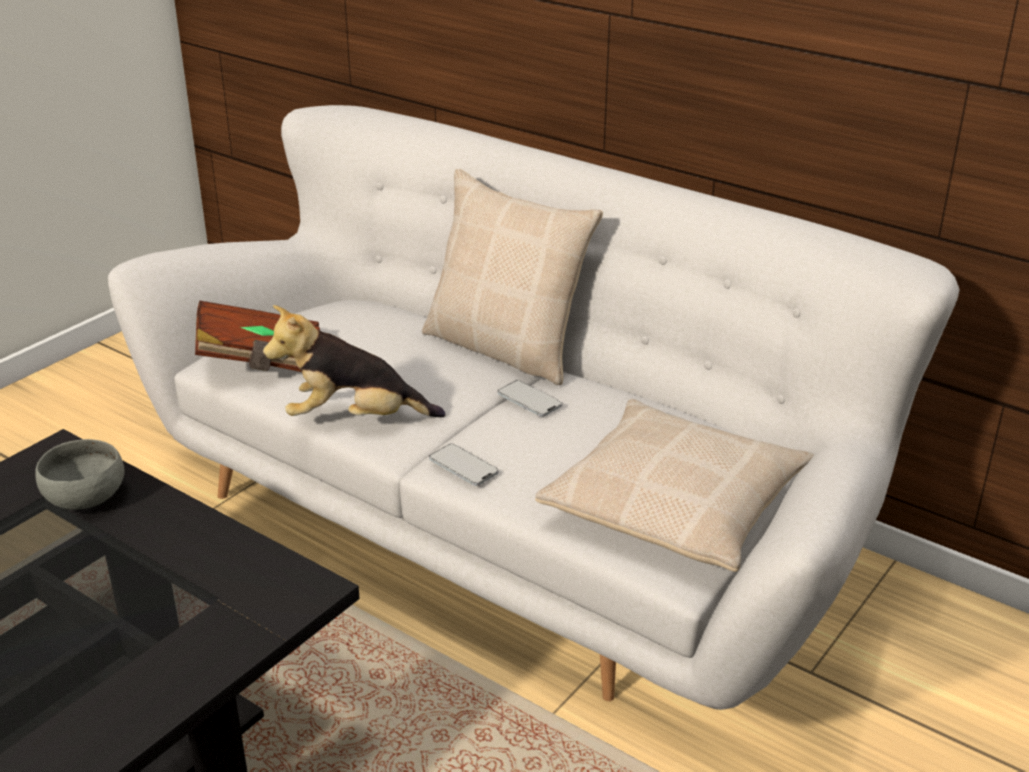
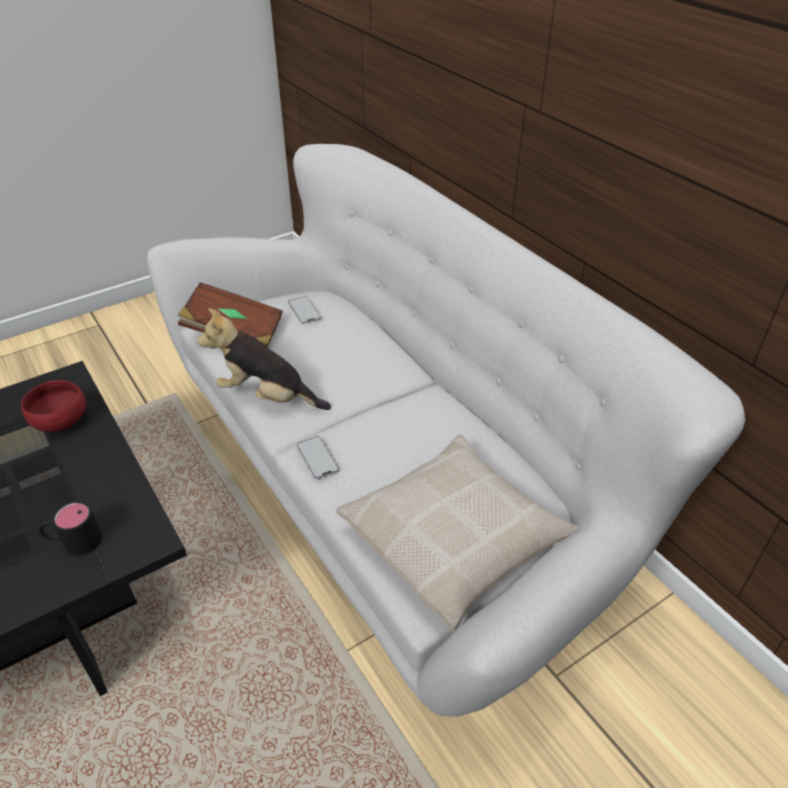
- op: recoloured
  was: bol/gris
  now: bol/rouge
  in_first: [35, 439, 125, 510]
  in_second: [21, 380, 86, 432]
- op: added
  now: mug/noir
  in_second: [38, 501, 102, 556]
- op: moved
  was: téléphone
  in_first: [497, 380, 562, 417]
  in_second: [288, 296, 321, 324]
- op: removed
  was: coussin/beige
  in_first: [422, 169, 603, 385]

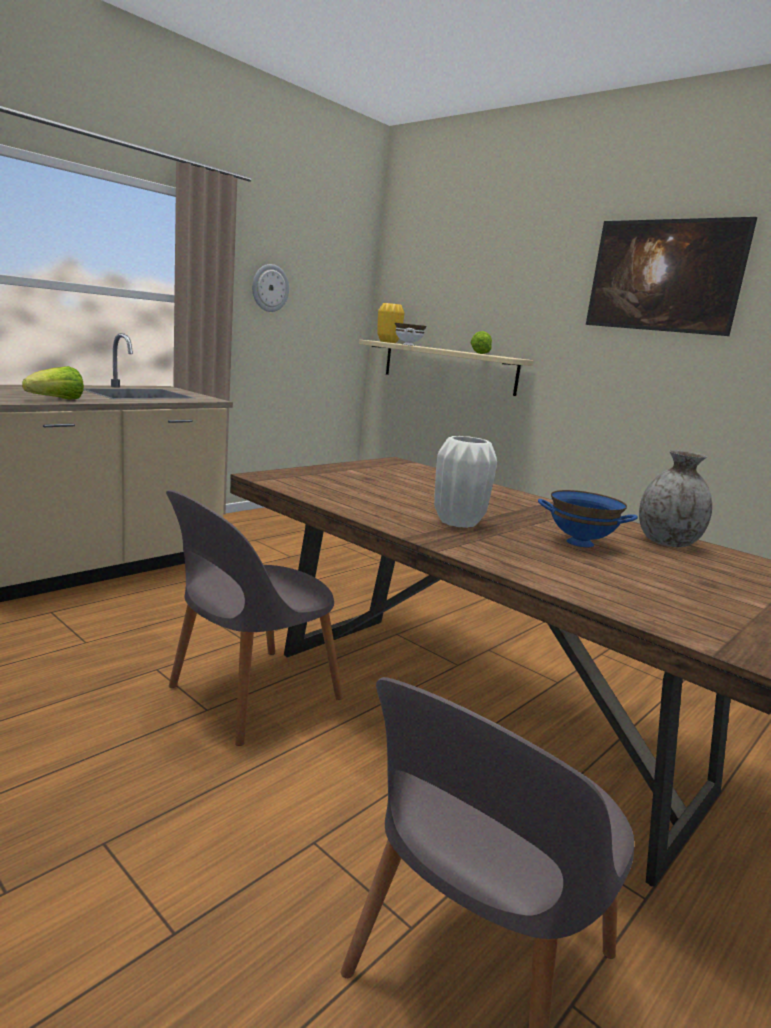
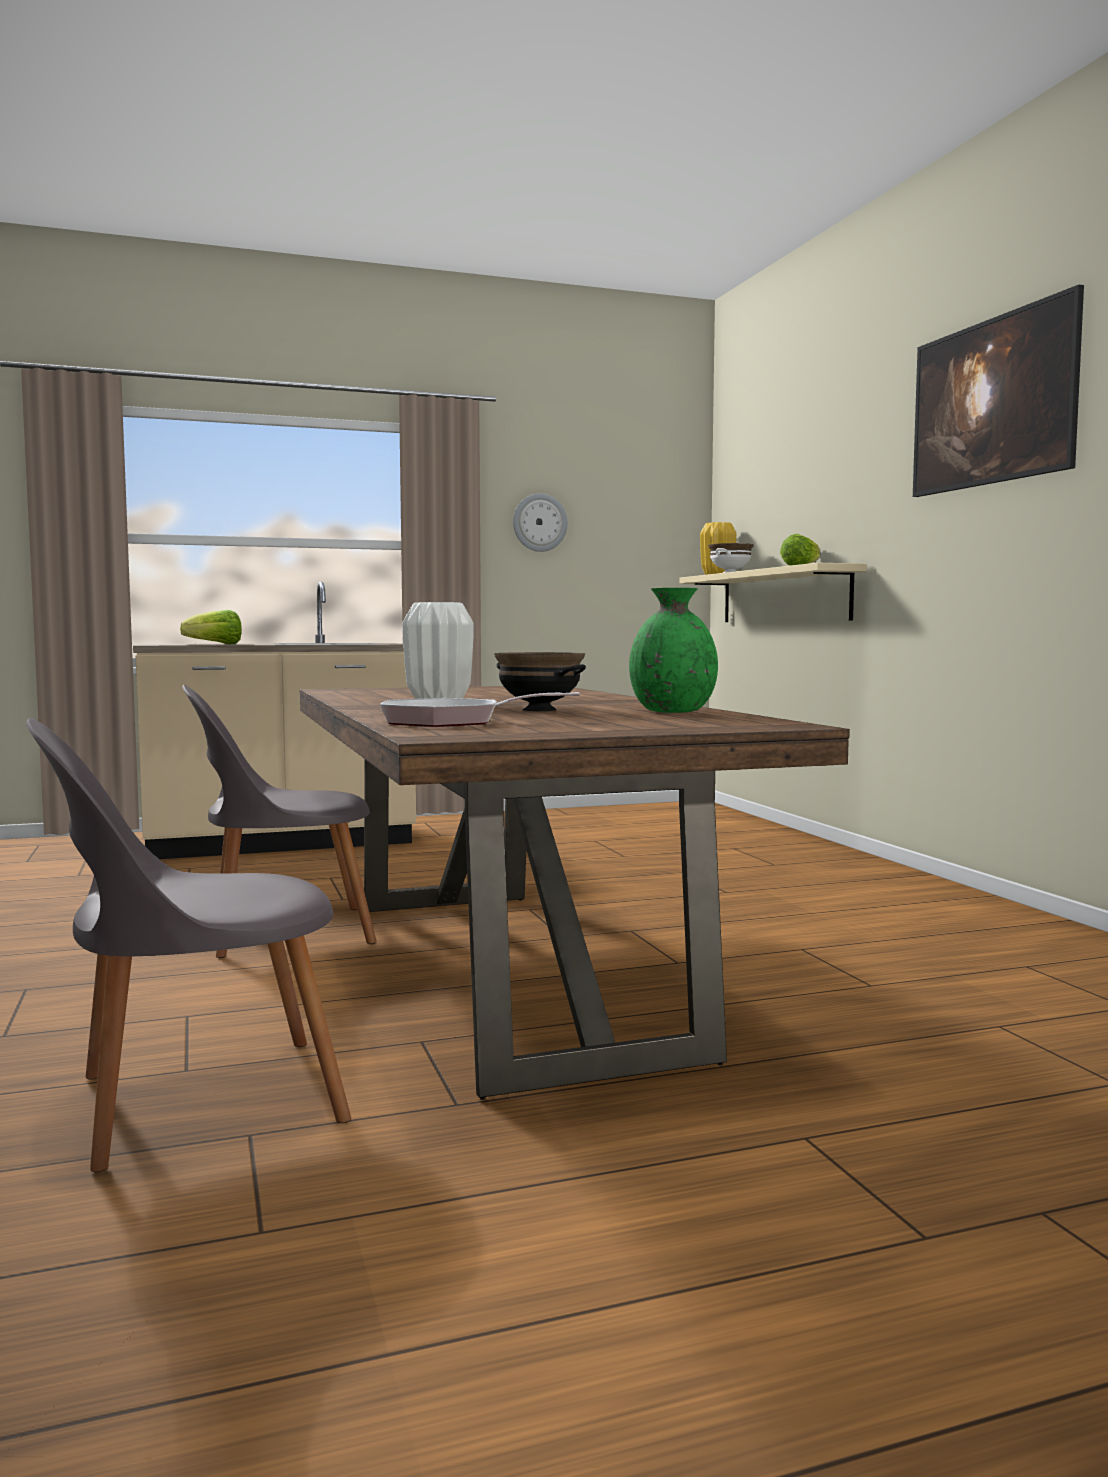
- op: added
  now: poêle
  in_second: [380, 692, 580, 727]
- op: recoloured
  was: bol/bleu
  now: bol/noir
  in_first: [538, 490, 638, 547]
  in_second: [494, 652, 586, 711]
- op: recoloured
  was: vase/gris
  now: vase/vert
  in_first: [639, 450, 712, 547]
  in_second: [629, 588, 718, 713]

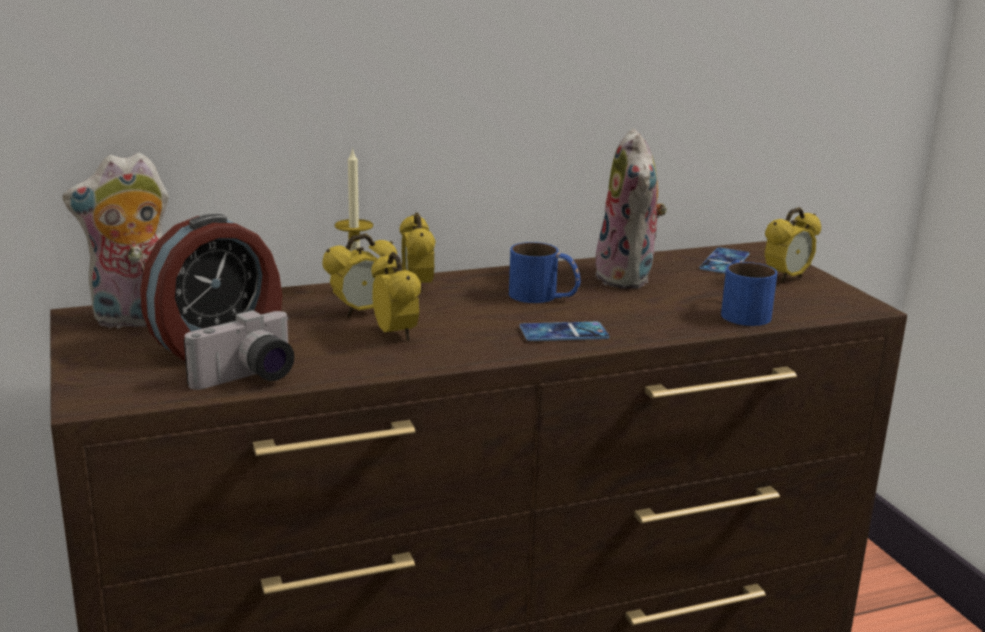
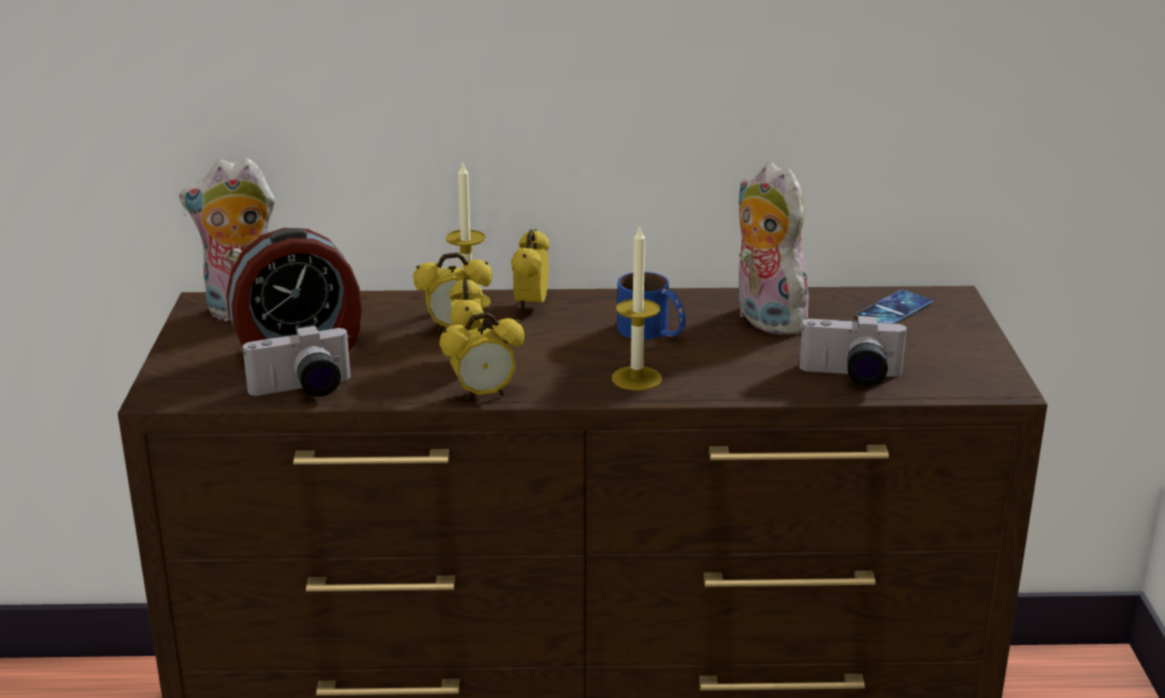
- op: moved
  was: réveil
  in_first: [764, 207, 821, 283]
  in_second: [439, 312, 525, 401]
- op: replaced
  was: téléphone
  now: bougie
  in_first: [520, 322, 609, 341]
  in_second: [612, 225, 662, 391]
- op: turned
  was: peluche
  in_first: [592, 128, 667, 289]
  in_second: [737, 162, 809, 335]
  clockwise: 135
- op: replaced
  was: mug/bleu
  now: appareil photo
  in_first: [721, 260, 777, 326]
  in_second: [799, 314, 908, 386]

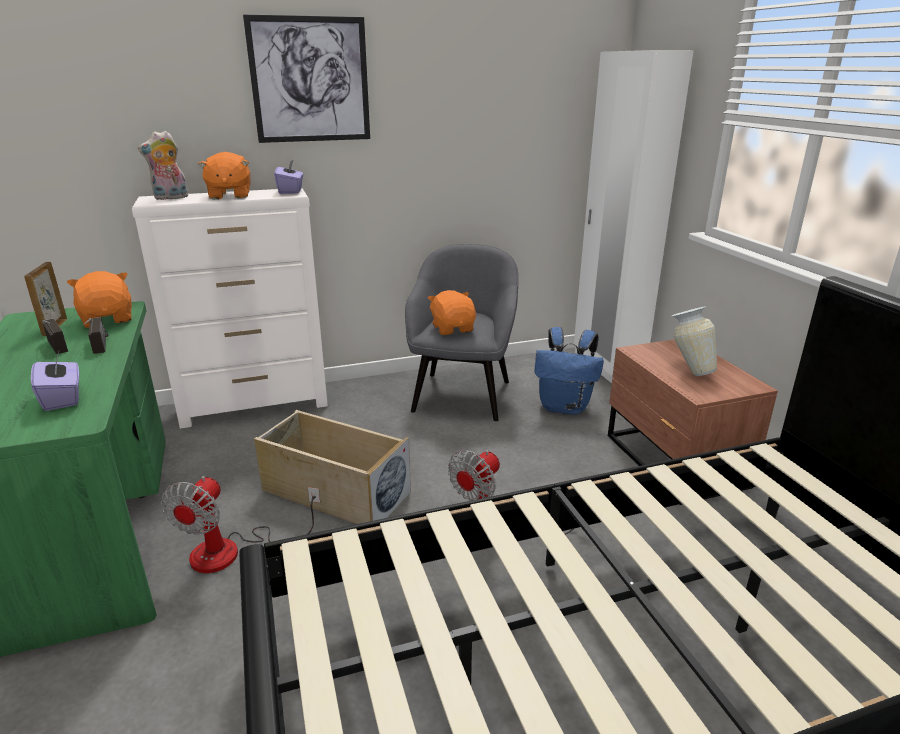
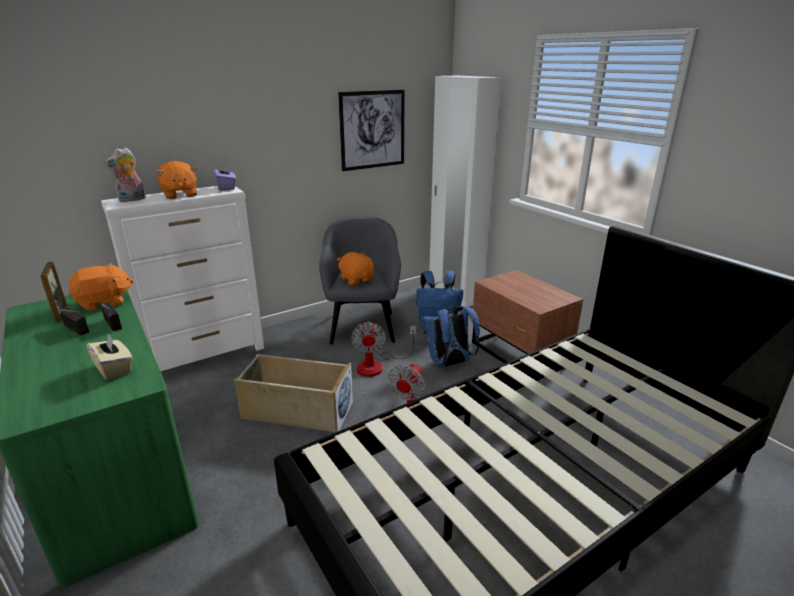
- op: turned
  was: peluche/orange
  in_first: [67, 271, 132, 328]
  in_second: [69, 263, 134, 311]
  clockwise: 105
- op: recoloured
  was: boîte à mouchoirs/violet
  now: boîte à mouchoirs/beige
  in_first: [31, 352, 79, 411]
  in_second: [86, 332, 132, 380]
- op: moved
  was: tableau
  in_first: [243, 15, 370, 143]
  in_second: [338, 90, 405, 171]
- op: moved
  was: ventilateur
  in_first: [162, 476, 320, 573]
  in_second: [351, 321, 416, 377]
- op: added
  now: sac à dos/bleu
  in_second: [422, 306, 480, 368]
- op: removed
  was: vase
  in_first: [672, 306, 717, 376]

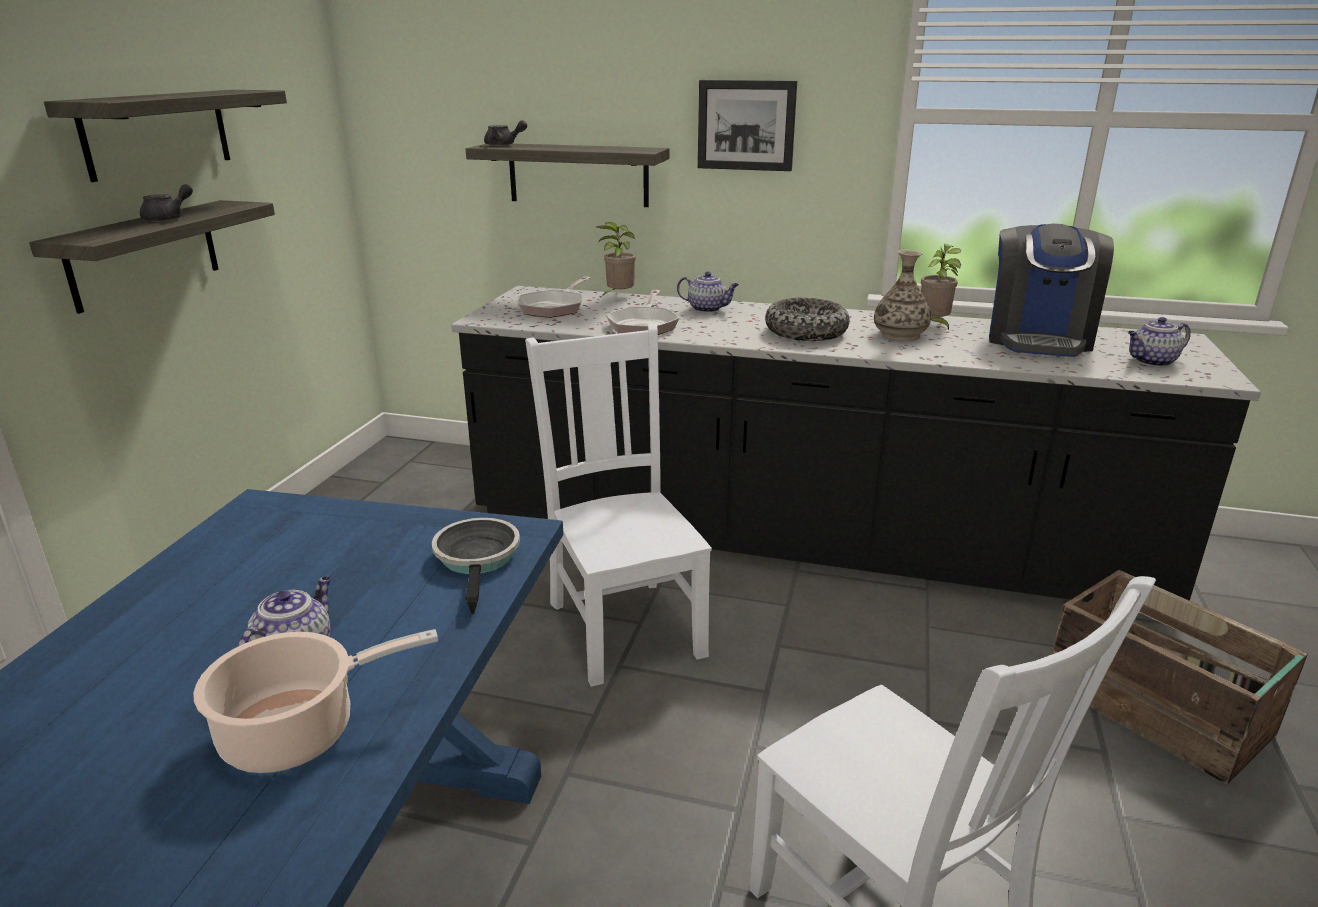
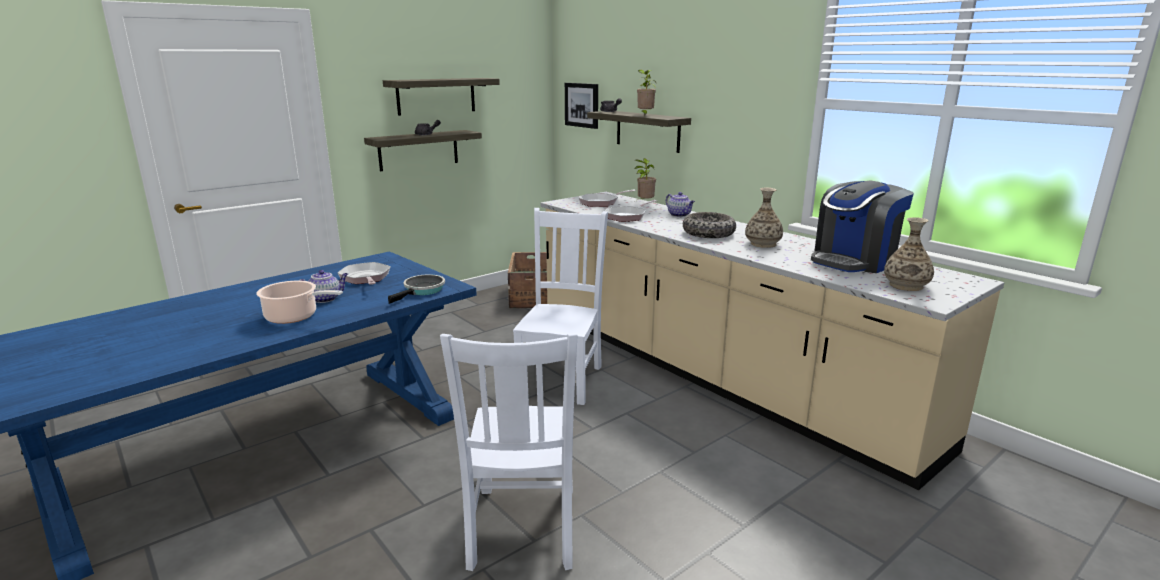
- op: added
  now: poêle
  in_second: [337, 262, 391, 285]
- op: moved
  was: caisse
  in_first: [1052, 570, 1308, 784]
  in_second: [508, 252, 547, 308]
- op: recoloured
  was: comptoir de cuisine/noir
  now: comptoir de cuisine/beige
  in_first: [451, 286, 1261, 602]
  in_second: [540, 192, 1004, 490]
- op: moved
  was: tableau
  in_first: [698, 80, 797, 171]
  in_second: [565, 83, 598, 129]
- op: moved
  was: plante en pot
  in_first: [921, 244, 961, 330]
  in_second: [637, 70, 657, 116]
- op: replaced
  was: théière
  now: vase
  in_first: [1128, 317, 1191, 367]
  in_second: [884, 217, 934, 291]

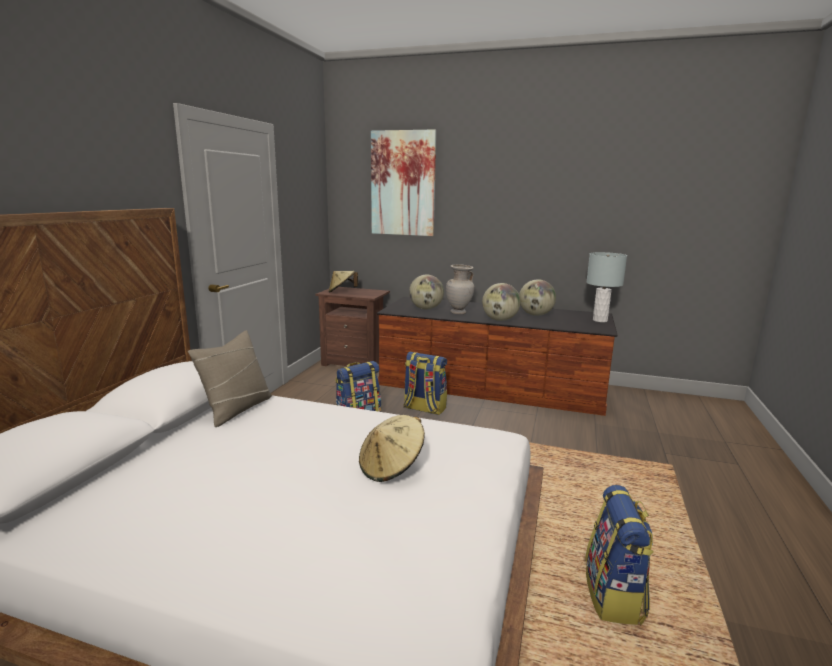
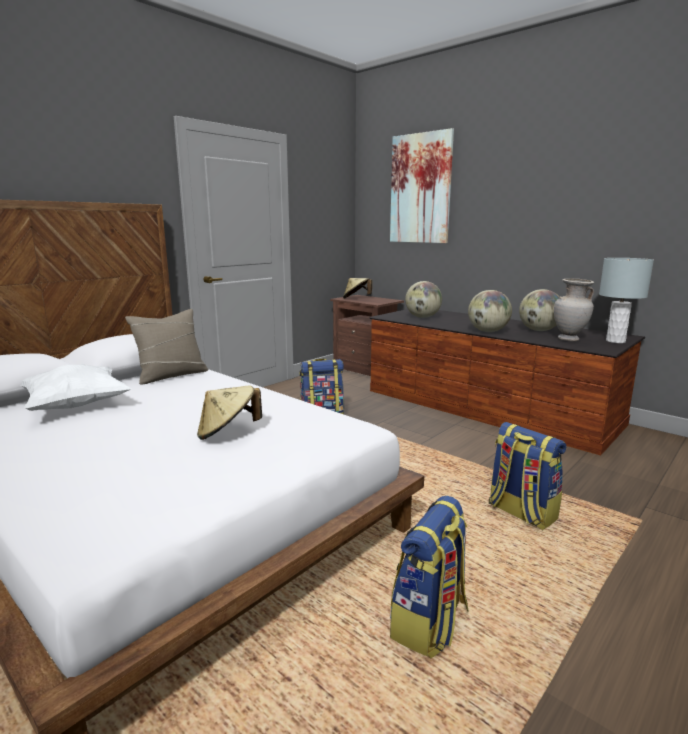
- op: added
  now: coussin/blanc
  in_second: [21, 364, 132, 411]
- op: moved
  was: sac à dos
  in_first: [404, 352, 447, 415]
  in_second: [489, 422, 566, 530]
- op: moved
  was: vase/beige
  in_first: [446, 264, 474, 314]
  in_second: [554, 278, 594, 341]

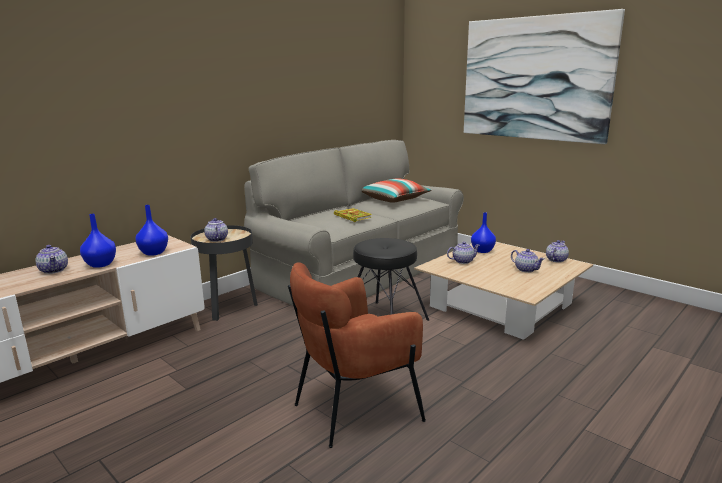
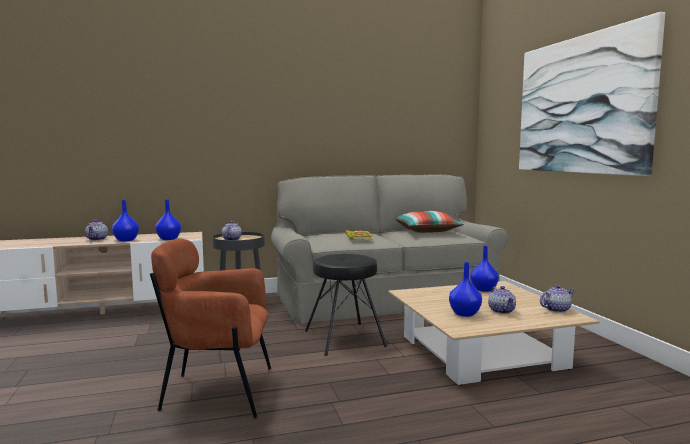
- op: added
  now: vase/bleu
  in_second: [449, 262, 482, 317]
- op: removed
  was: théière
  in_first: [447, 241, 480, 264]

